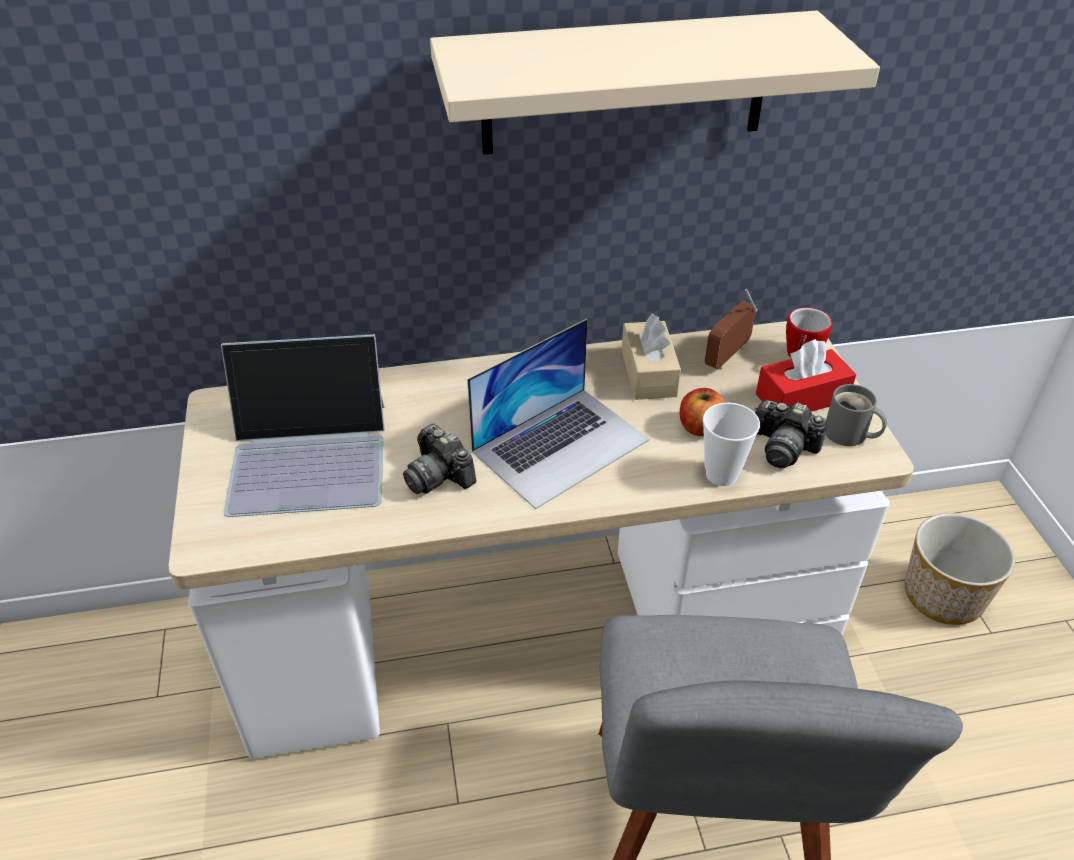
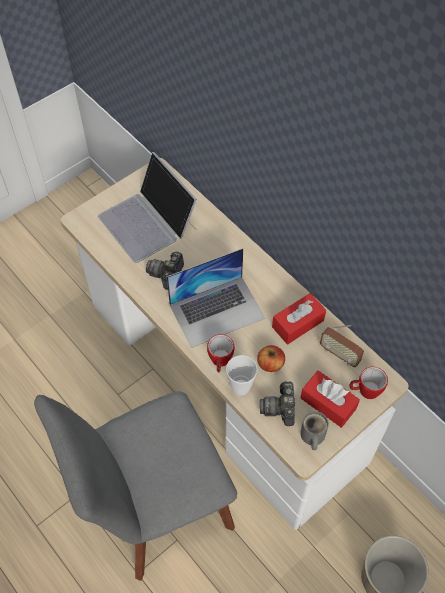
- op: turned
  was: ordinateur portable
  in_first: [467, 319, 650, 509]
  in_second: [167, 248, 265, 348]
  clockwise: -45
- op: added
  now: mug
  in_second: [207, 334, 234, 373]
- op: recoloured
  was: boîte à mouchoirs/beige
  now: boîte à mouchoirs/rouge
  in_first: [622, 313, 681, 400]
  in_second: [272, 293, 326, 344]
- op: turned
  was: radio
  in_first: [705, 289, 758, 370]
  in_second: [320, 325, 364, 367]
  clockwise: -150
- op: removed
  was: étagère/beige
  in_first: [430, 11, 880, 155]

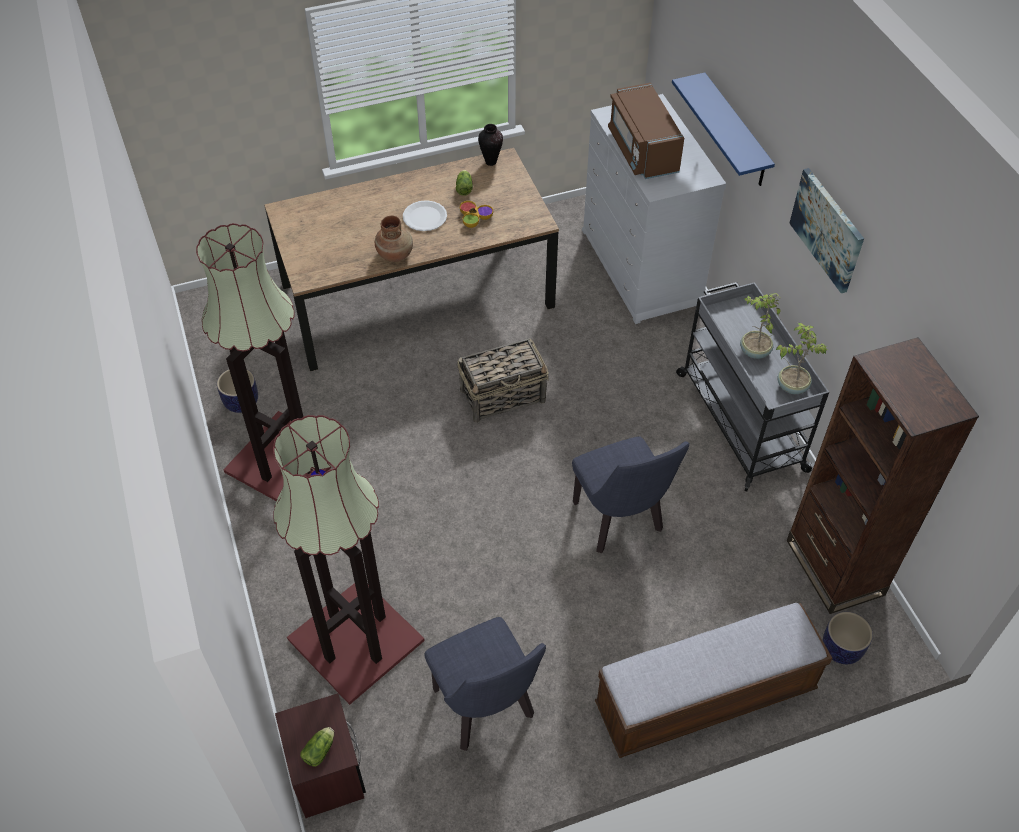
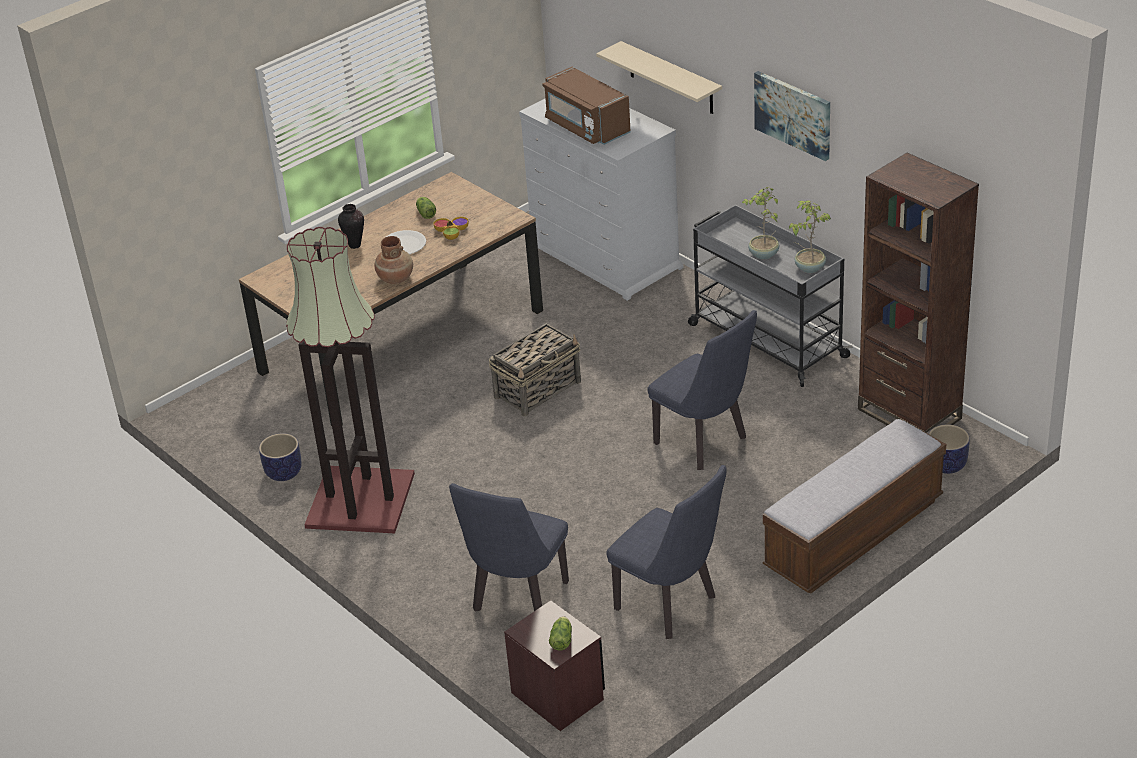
- op: moved
  was: vase
  in_first: [478, 124, 503, 166]
  in_second: [338, 204, 364, 249]
- op: replaced
  was: lampadaire
  now: chaise/bleu
  in_first: [273, 415, 425, 705]
  in_second: [449, 483, 569, 612]
- op: recoloured
  was: étagère/bleu
  now: étagère/beige
  in_first: [672, 72, 775, 186]
  in_second: [596, 41, 722, 114]

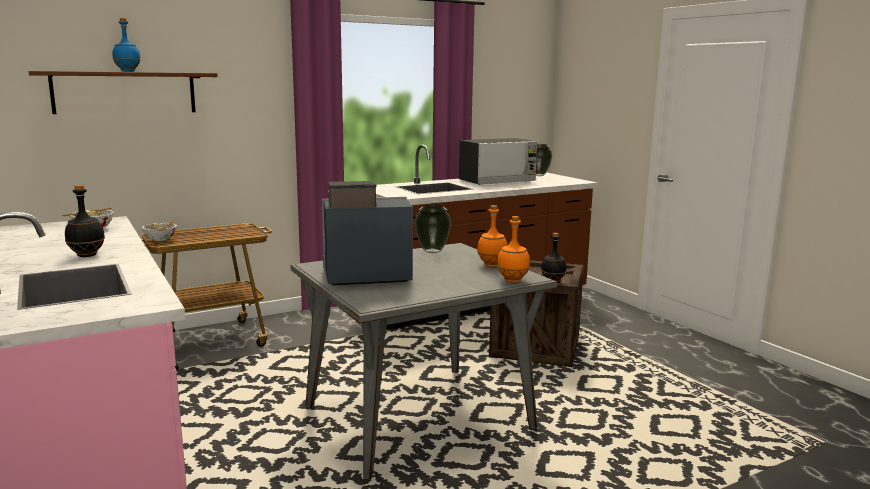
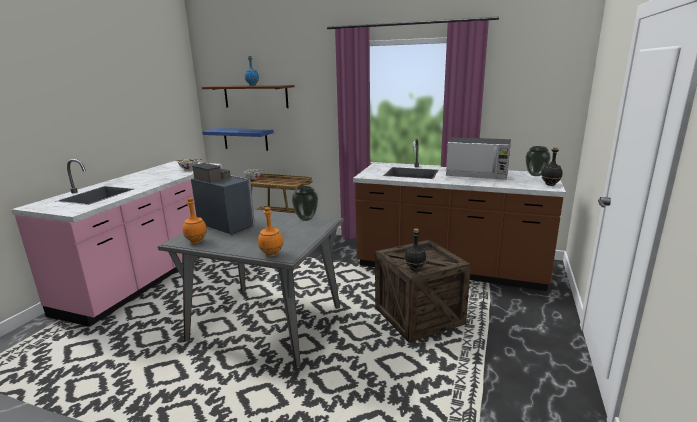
- op: moved
  was: bouteille/orange
  in_first: [477, 205, 507, 267]
  in_second: [183, 198, 207, 243]
- op: added
  now: étagère/bleu
  in_second: [202, 128, 274, 151]
- op: moved
  was: bouteille/noir
  in_first: [65, 185, 105, 257]
  in_second: [541, 147, 563, 186]

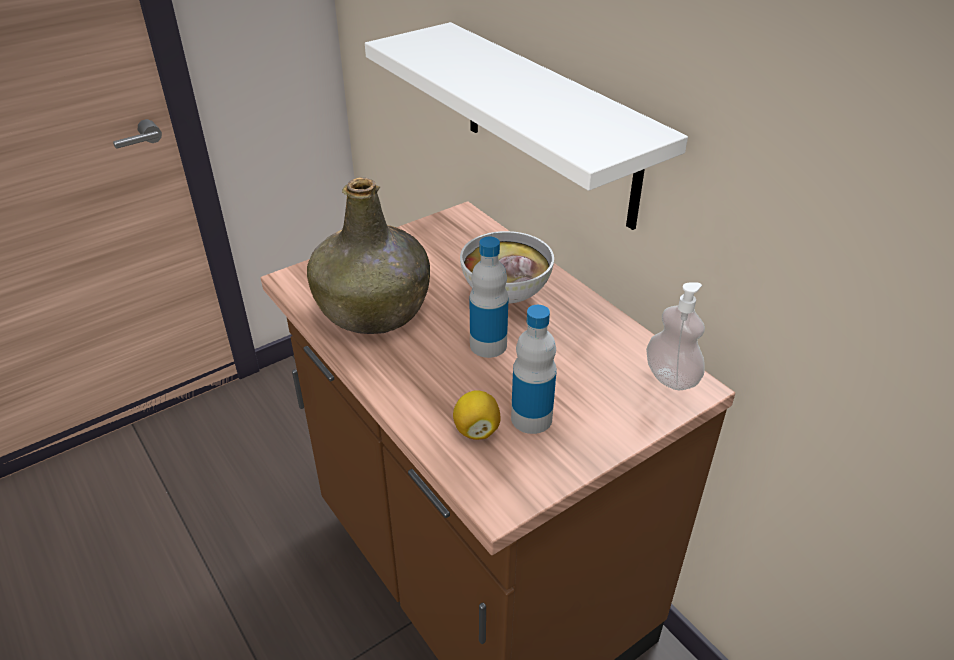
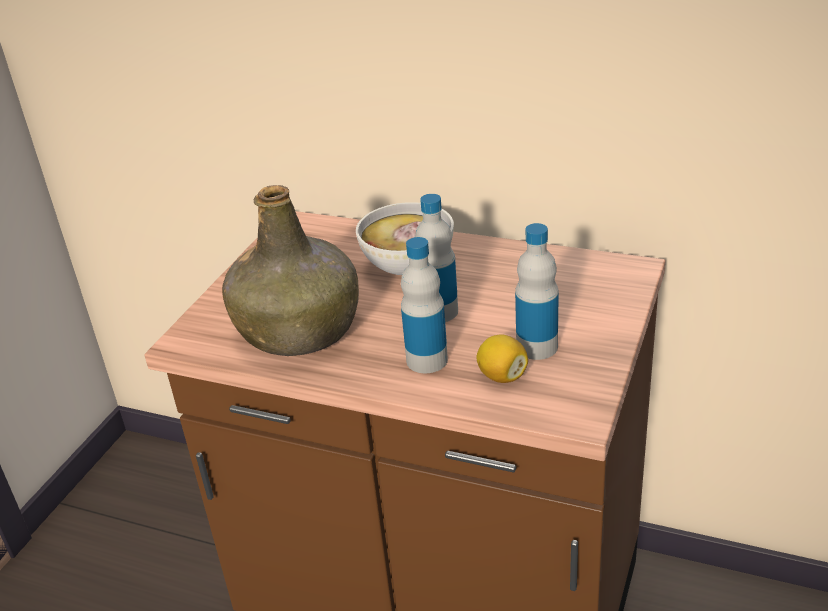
- op: added
  now: bouteille
  in_second: [401, 237, 448, 373]
- op: removed
  was: étagère/blanc
  in_first: [365, 22, 688, 230]
- op: removed
  was: distributeur de savon
  in_first: [646, 282, 705, 390]

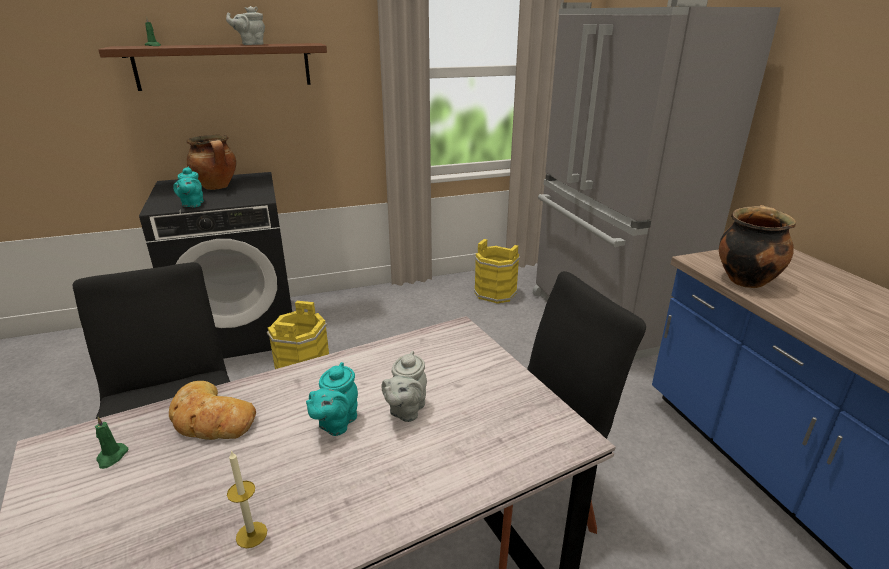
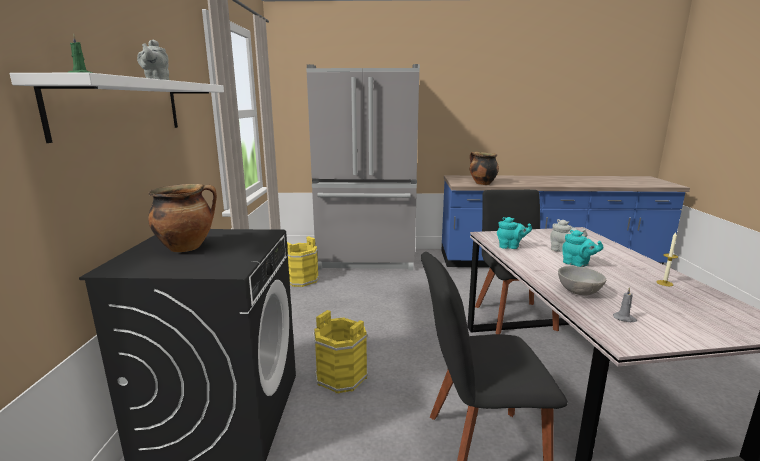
- op: recoloured
  was: étagère/marron
  now: étagère/blanc
  in_first: [98, 43, 327, 91]
  in_second: [10, 73, 224, 143]
- op: moved
  was: théière/turquoise
  in_first: [173, 166, 204, 207]
  in_second: [497, 217, 532, 249]
- op: replaced
  was: pain
  now: bol/gris
  in_first: [169, 381, 256, 440]
  in_second: [558, 266, 606, 296]
- op: recoloured
  was: bougie/vert
  now: bougie/gris
  in_first: [95, 416, 128, 469]
  in_second: [613, 287, 637, 322]

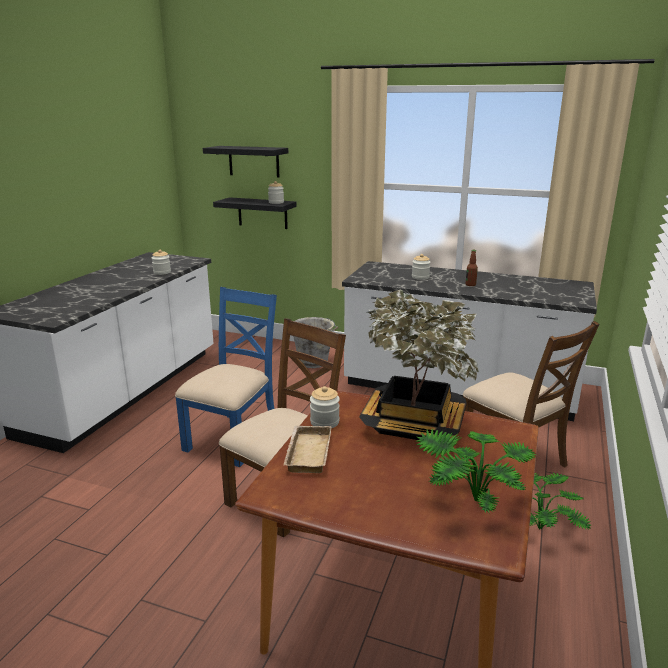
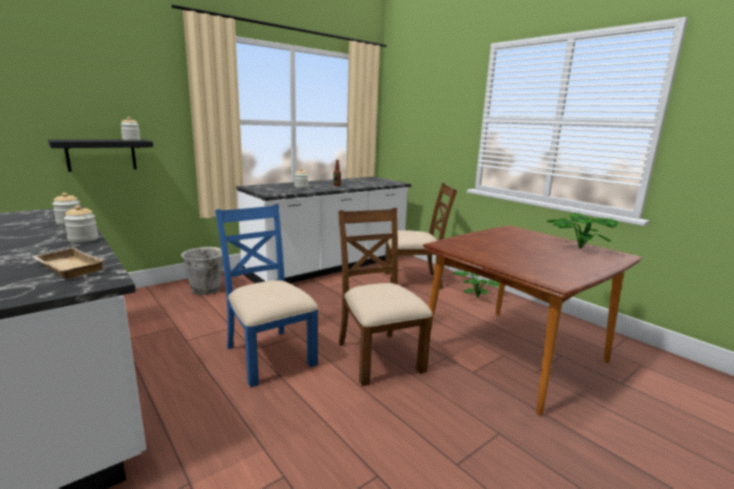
- op: moved
  was: plateau/beige
  in_first: [283, 426, 332, 473]
  in_second: [32, 247, 106, 279]
- op: moved
  was: bocal
  in_first: [310, 386, 340, 428]
  in_second: [64, 205, 98, 243]
- op: removed
  was: étagère/noir
  in_first: [203, 146, 288, 177]
- op: removed
  was: plante en pot
  in_first: [359, 289, 479, 440]

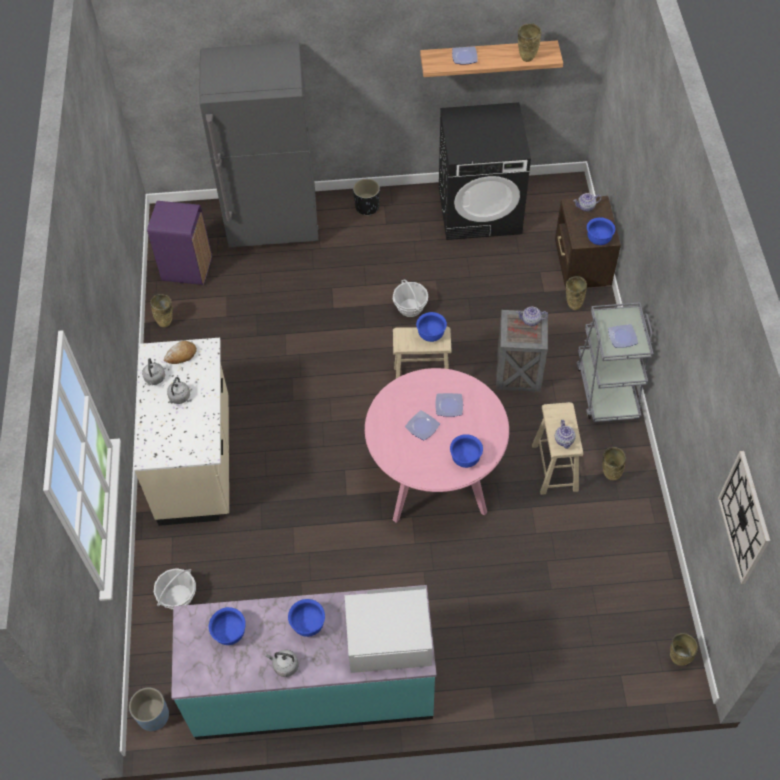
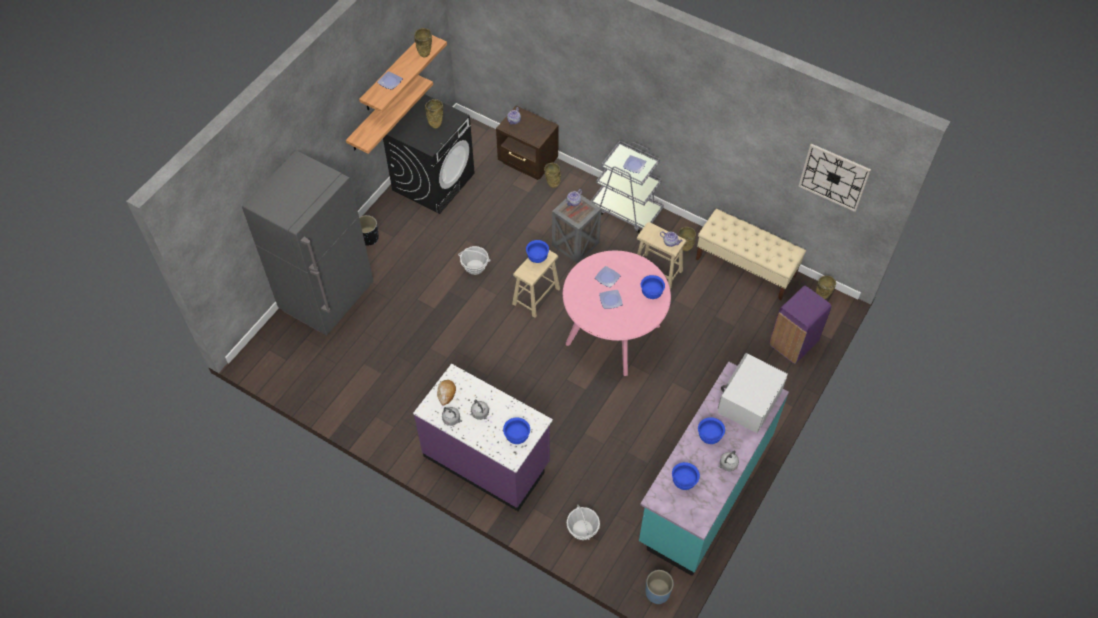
- op: added
  now: étagère
  in_second: [346, 75, 433, 154]
- op: recoloured
  was: comptoir de cuisine/beige
  now: comptoir de cuisine/violet
  in_first: [134, 338, 229, 526]
  in_second: [413, 364, 553, 511]
- op: moved
  was: vase/beige
  in_first: [150, 294, 172, 327]
  in_second: [425, 99, 443, 129]
- op: moved
  was: bol/bleu
  in_first: [587, 217, 615, 245]
  in_second: [503, 417, 530, 444]
- op: added
  now: banc/beige
  in_second: [696, 209, 806, 300]
- op: moved
  was: poubelle/violet
  in_first: [147, 201, 212, 285]
  in_second: [769, 286, 832, 364]

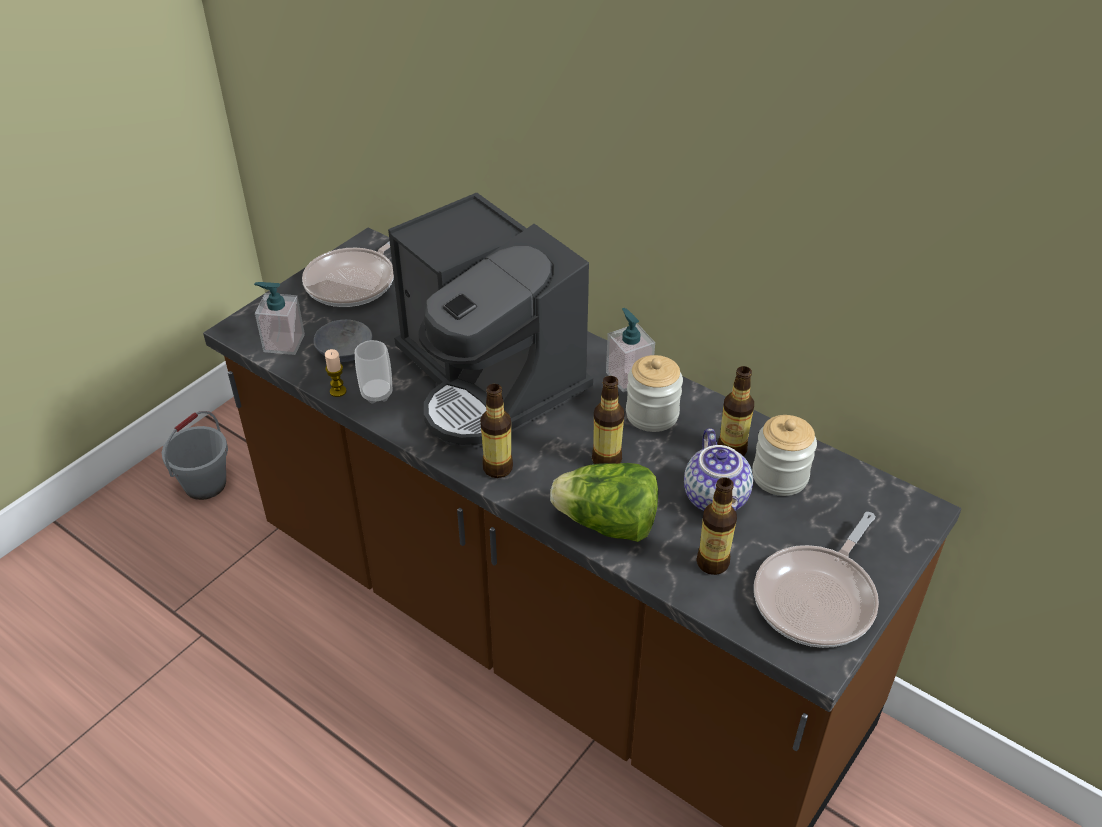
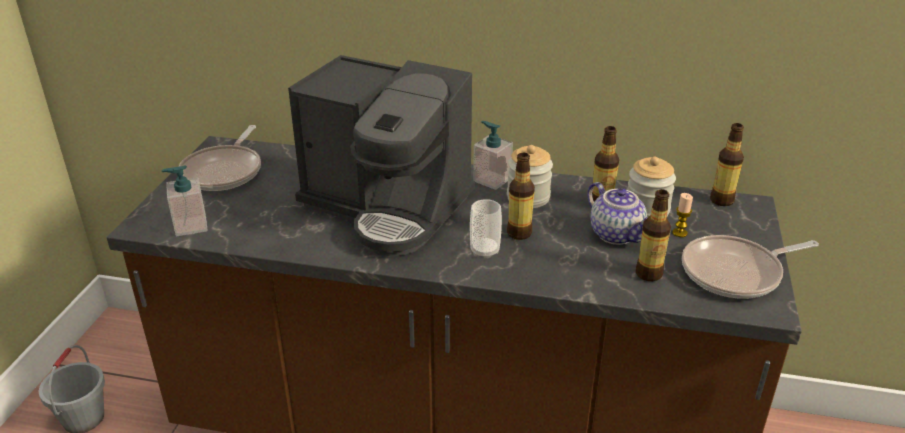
- op: moved
  was: tasse
  in_first: [355, 340, 392, 404]
  in_second: [470, 199, 502, 259]
- op: moved
  was: bougie
  in_first: [325, 349, 347, 397]
  in_second: [672, 193, 693, 237]
- op: turned
  was: poêle
  in_first: [754, 512, 879, 648]
  in_second: [682, 235, 819, 299]
  clockwise: 60
- op: moved
  was: bouteille
  in_first: [480, 384, 513, 478]
  in_second: [710, 123, 744, 206]
- op: removed
  was: bol/gris
  in_first: [314, 320, 372, 362]
- op: removed
  was: laitue
  in_first: [550, 463, 658, 542]

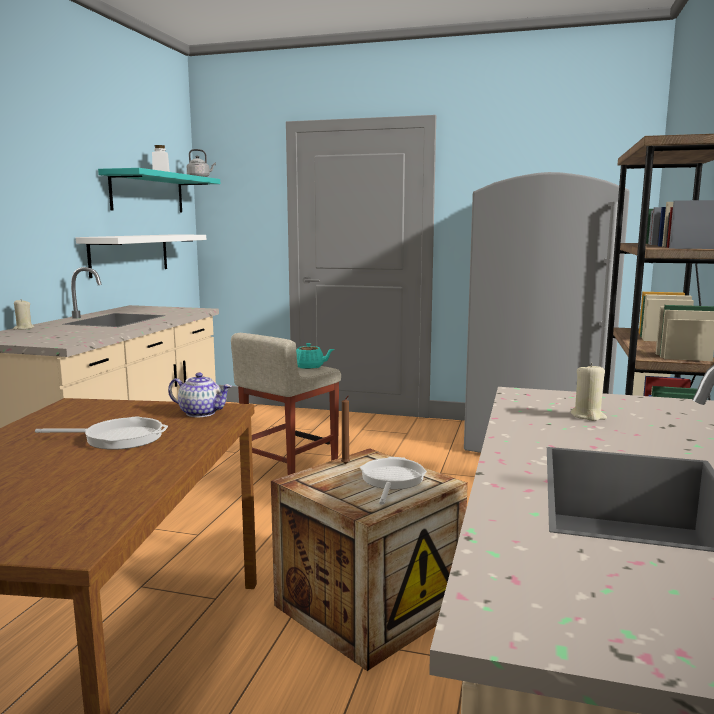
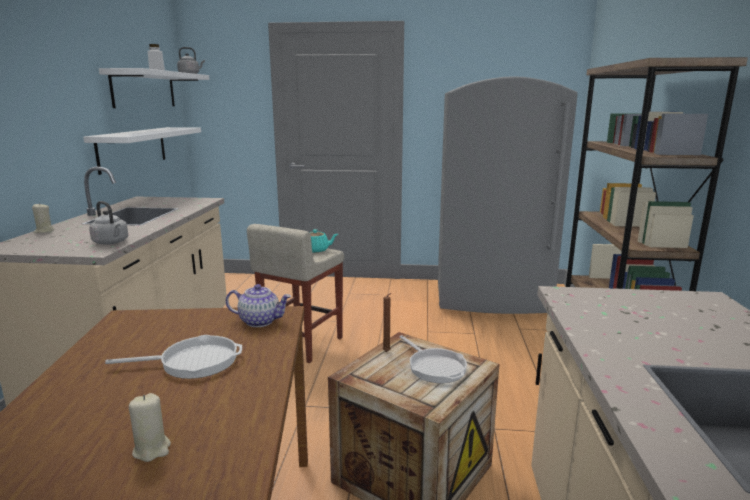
- op: added
  now: bouilloire/gris
  in_second: [89, 201, 128, 245]
- op: recoloured
  was: étagère/turquoise
  now: étagère/blanc
  in_first: [98, 168, 220, 213]
  in_second: [99, 68, 210, 108]
- op: moved
  was: bougie/beige
  in_first: [571, 363, 607, 421]
  in_second: [129, 393, 171, 462]
- op: turned
  was: poêle
  in_first: [360, 457, 427, 505]
  in_second: [400, 335, 467, 383]
  clockwise: 150

